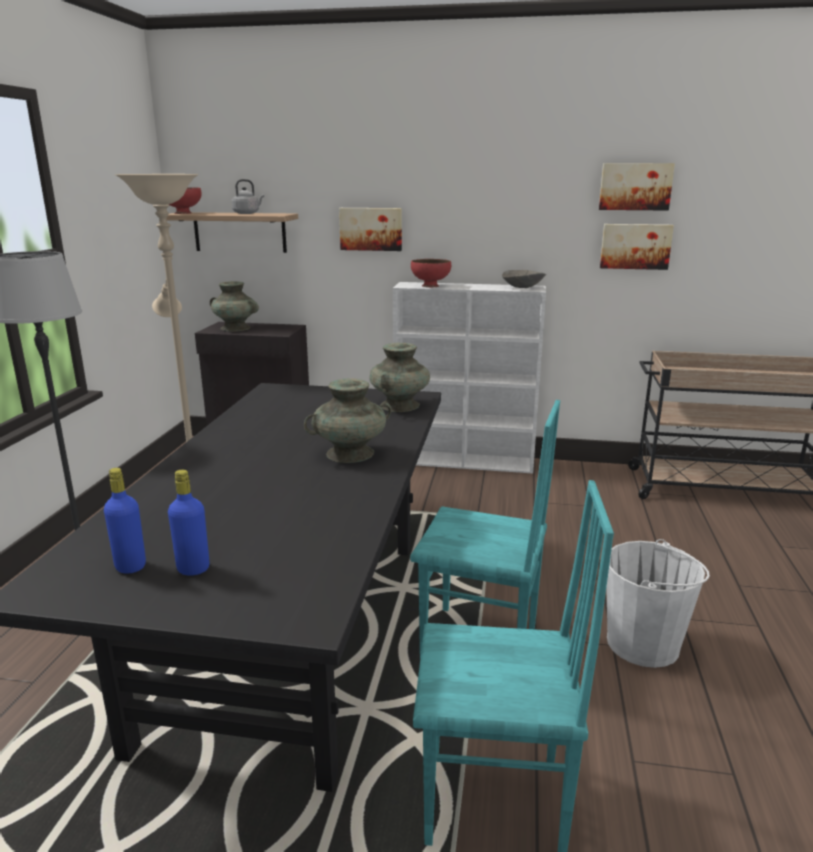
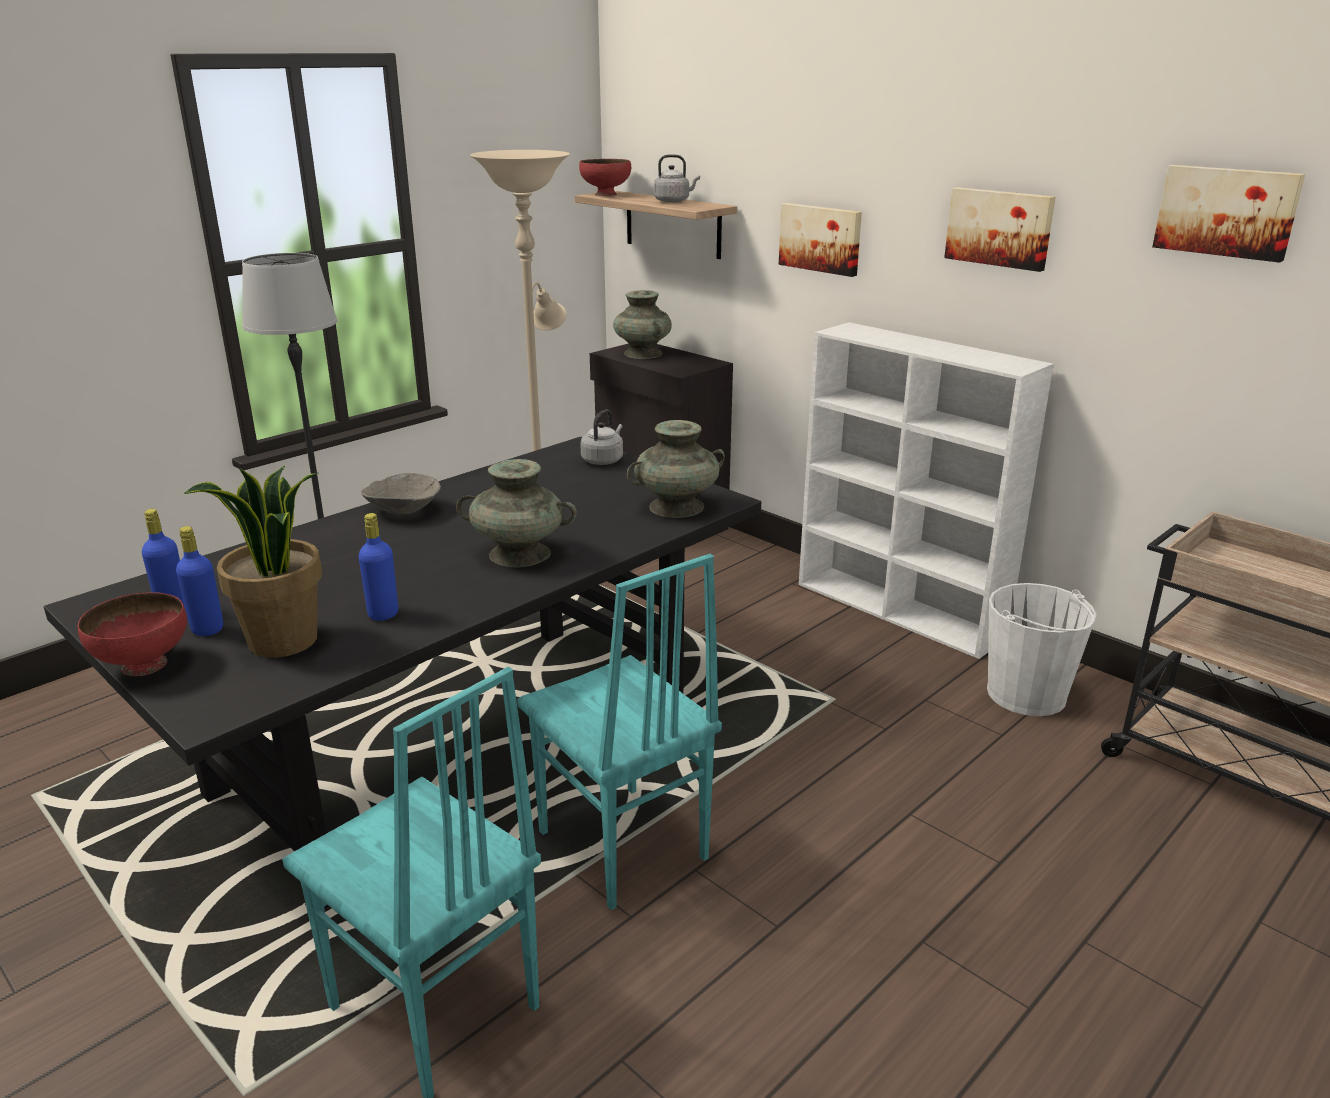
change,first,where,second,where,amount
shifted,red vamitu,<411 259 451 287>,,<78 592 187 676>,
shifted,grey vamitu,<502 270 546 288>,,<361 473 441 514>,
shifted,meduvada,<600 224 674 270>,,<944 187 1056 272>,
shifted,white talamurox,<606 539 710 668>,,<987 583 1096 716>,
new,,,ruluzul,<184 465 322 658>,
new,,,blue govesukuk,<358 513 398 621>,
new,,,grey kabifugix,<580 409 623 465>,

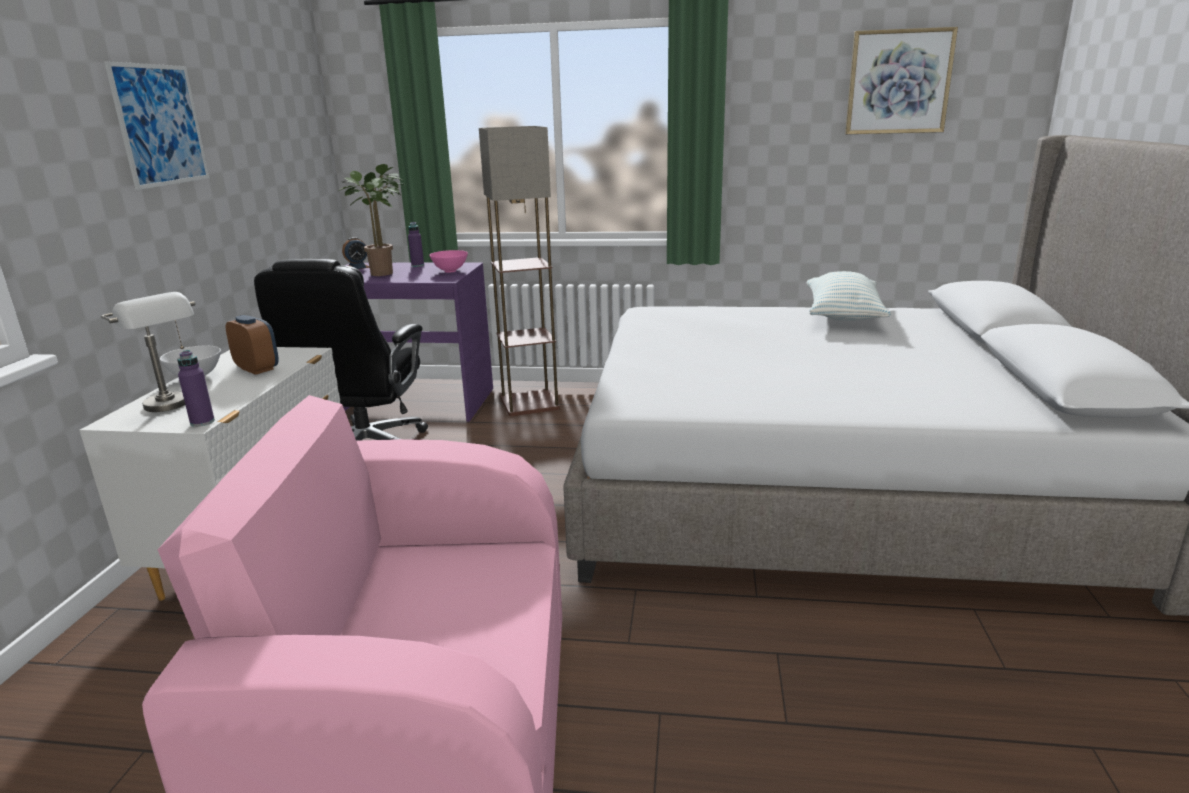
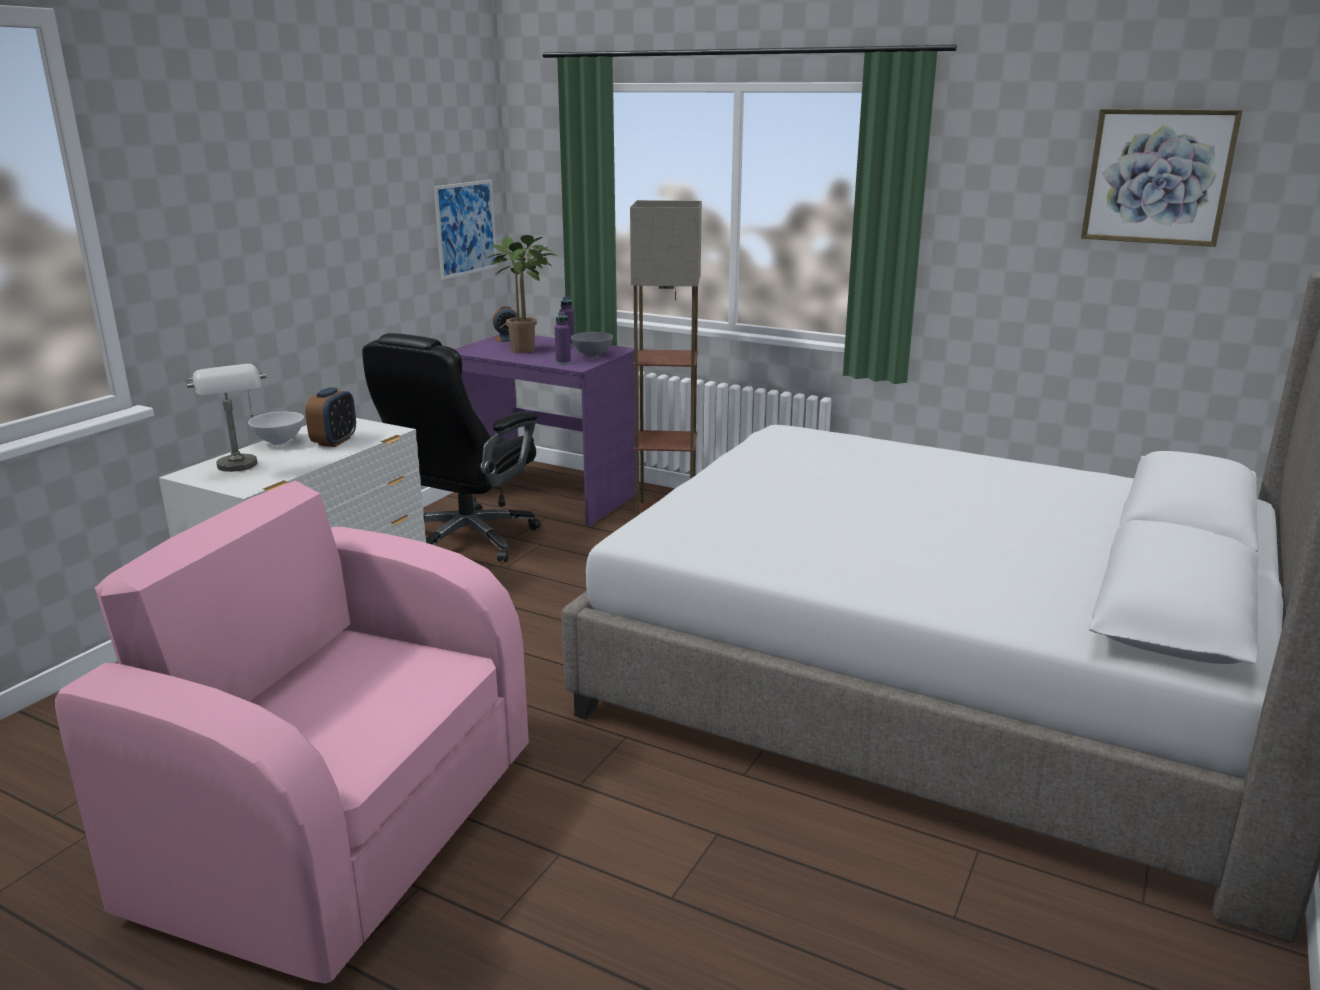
change,first,where,second,where,amount
shifted,meduvada,<104 61 209 190>,,<434 180 497 280>,
shifted,purple govesukuk,<177 350 215 427>,,<555 312 571 364>,
rotated,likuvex,<225 315 279 375>,,<305 387 356 447>,45 degrees clockwise
repainted,pink vamitu,<429 250 468 273>,grey vamitu,<571 332 613 358>,
gone,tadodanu,<807 271 891 321>,,,

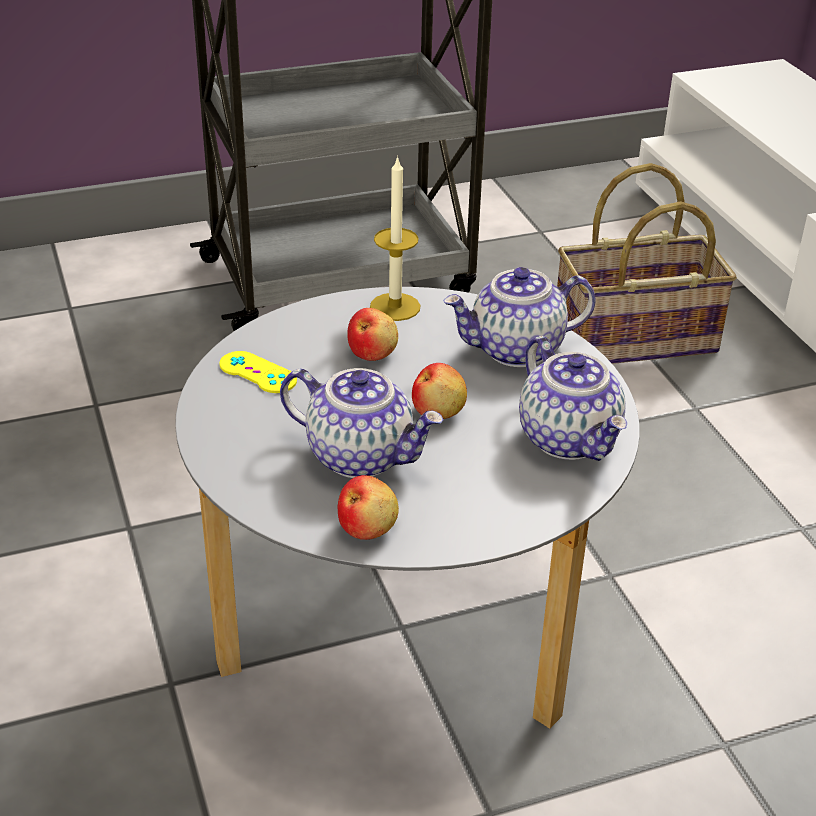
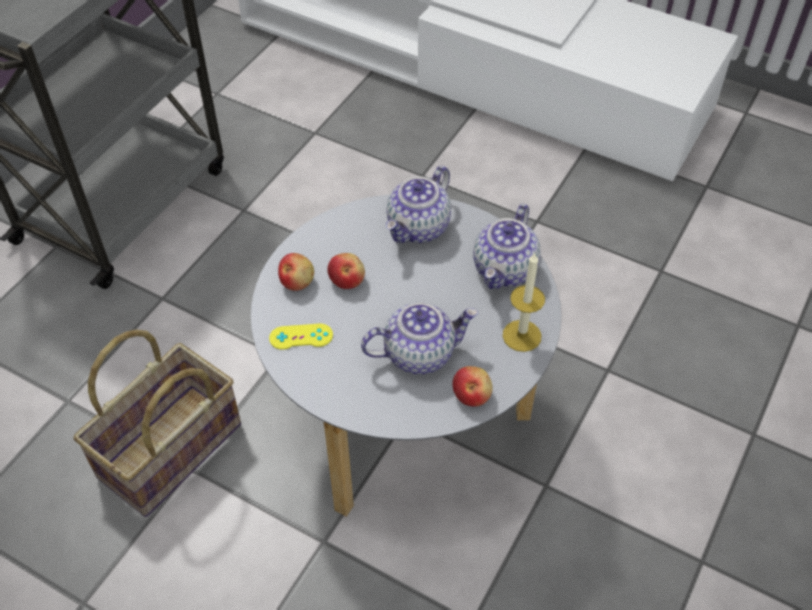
change,first,where,second,where,amount
shifted,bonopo,<370 155 421 321>,,<503 253 545 352>,
shifted,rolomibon,<412 363 467 419>,,<278 253 314 291>,
rotated,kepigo,<519 336 627 461>,,<473 204 541 289>,90 degrees clockwise
shifted,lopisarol,<557 163 737 364>,,<74 330 241 517>,

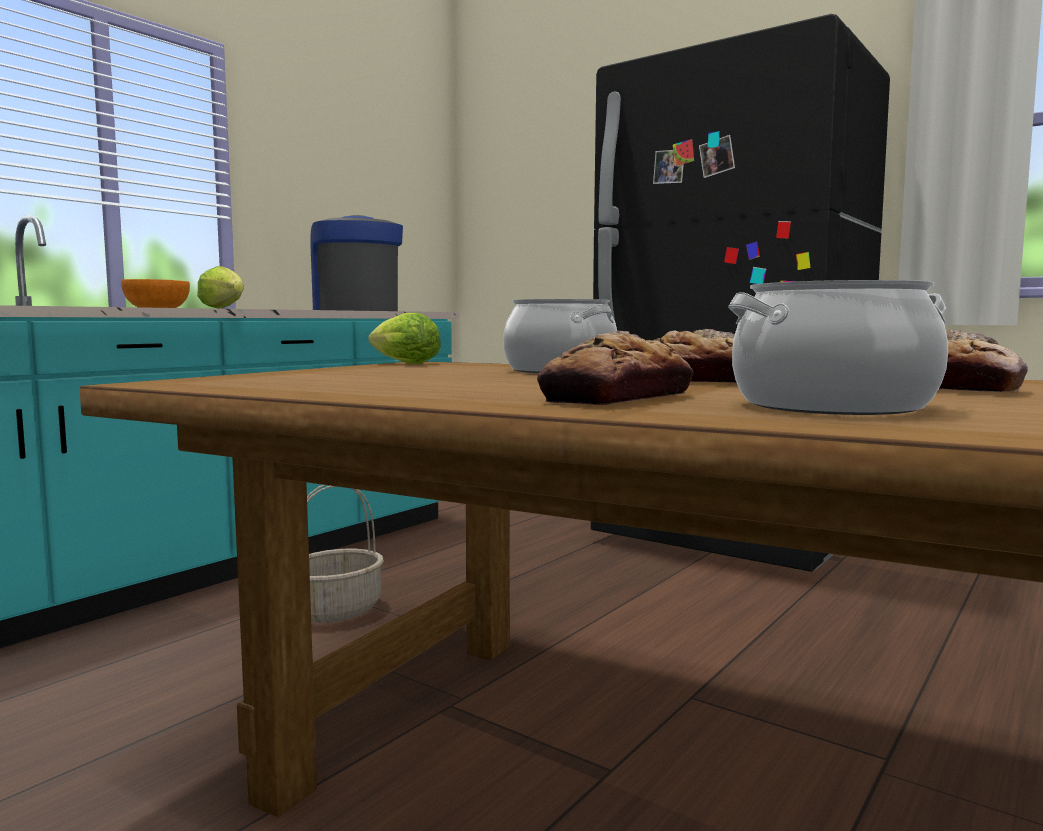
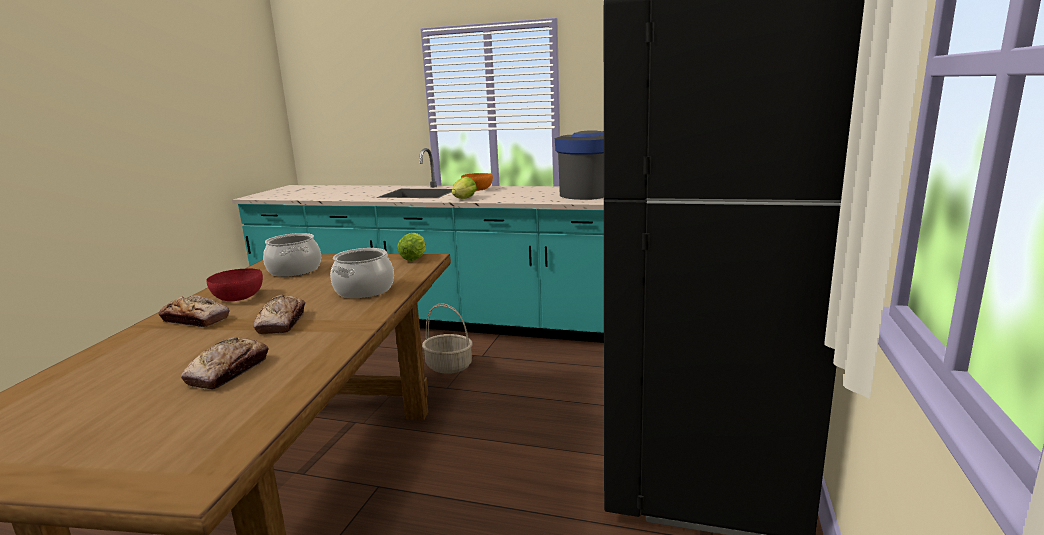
change,first,where,second,where,amount
shifted,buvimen,<728 280 948 415>,,<263 233 321 277>,
new,,,red vamitu,<206 268 263 301>,

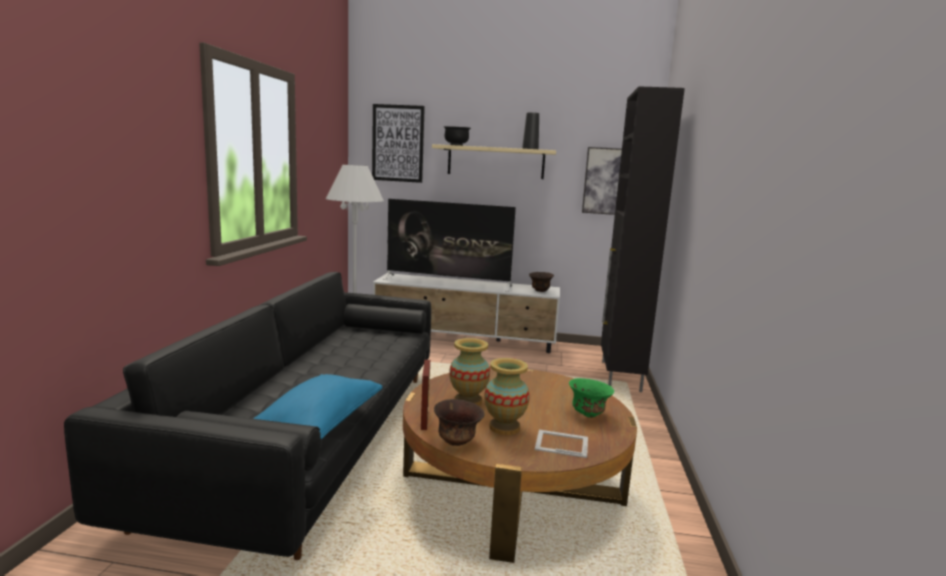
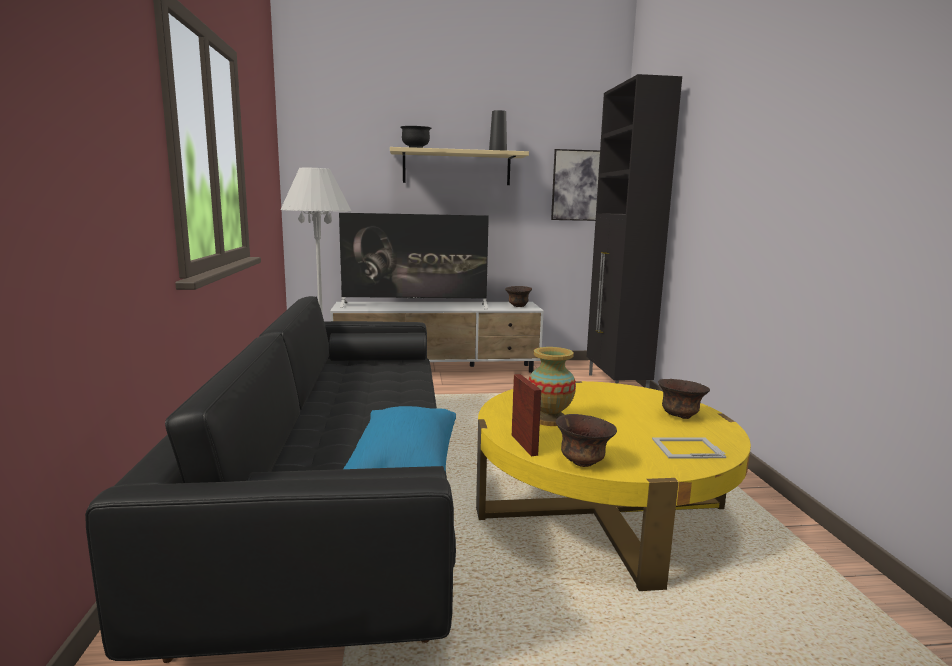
change,first,where,second,where,amount
gone,meduvada,<372 104 425 183>,,,
repainted,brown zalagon,<403 368 637 563>,yellow zalagon,<476 381 751 591>,
gone,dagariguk,<485 358 530 435>,,,
repainted,green vamitu,<569 378 614 418>,brown vamitu,<658 379 710 419>,

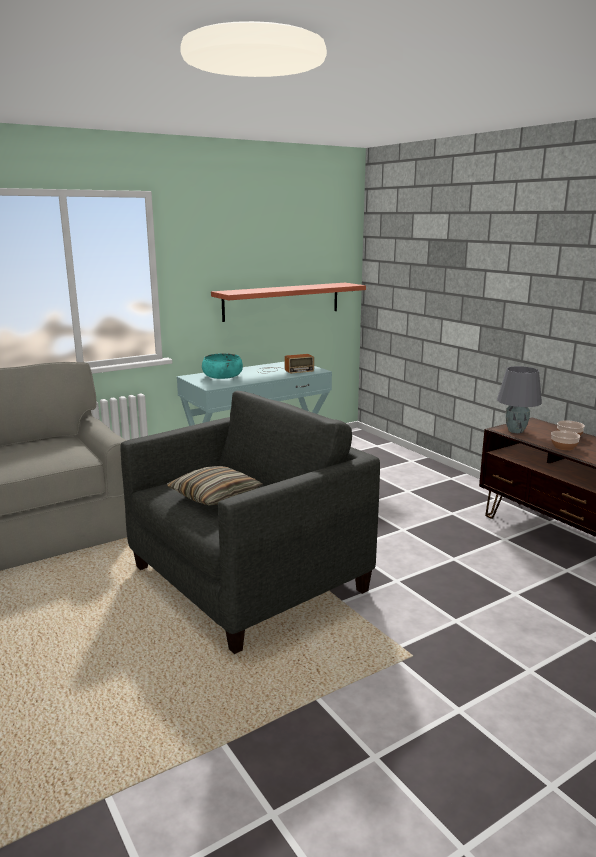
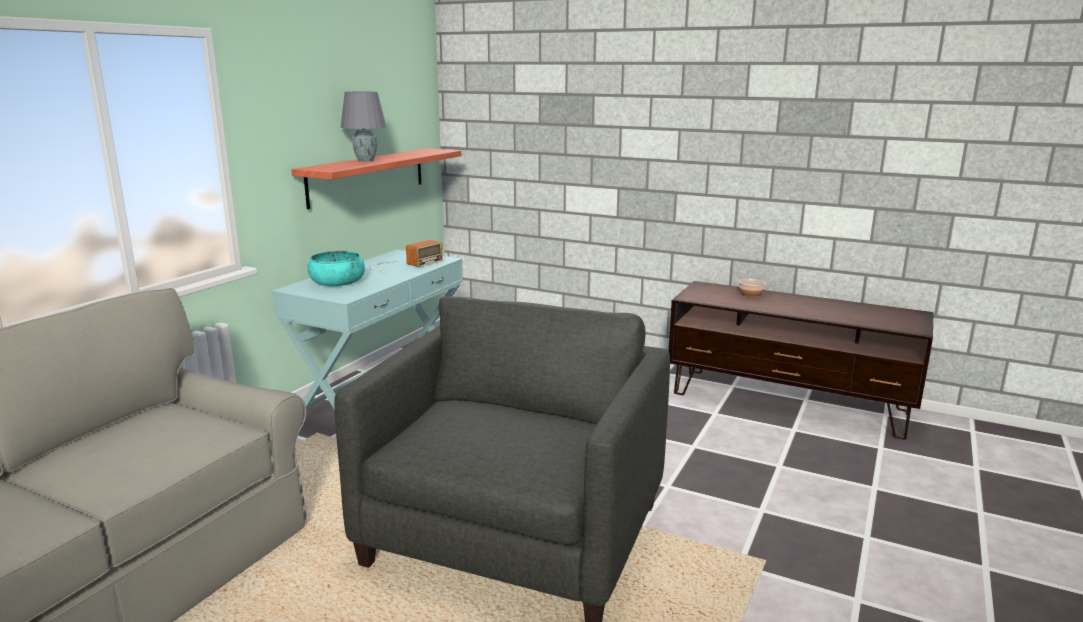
change,first,where,second,where,amount
gone,tadodanu,<167 466 263 506>,,,
shifted,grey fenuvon,<497 366 542 433>,,<341 91 386 162>,
gone,vamitu,<551 430 580 450>,,,

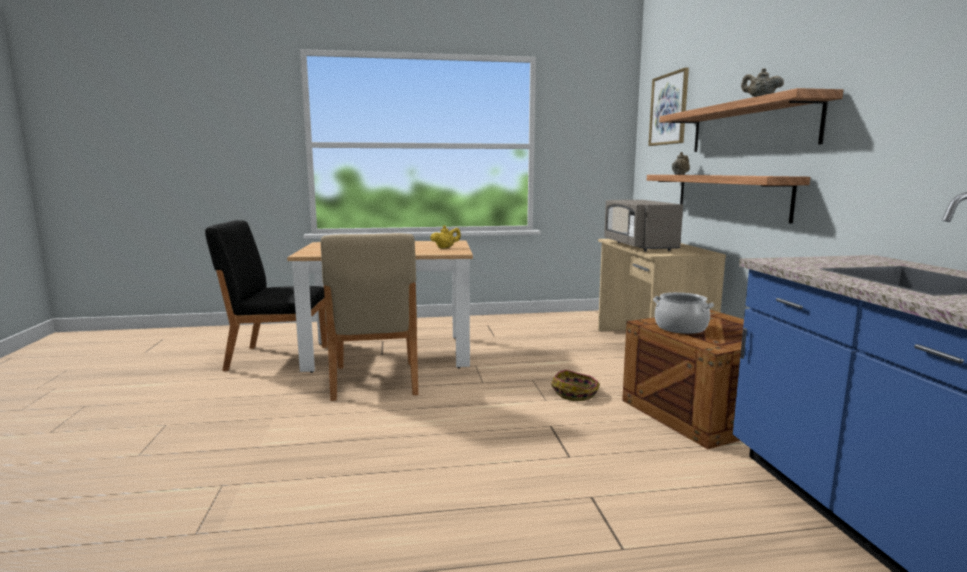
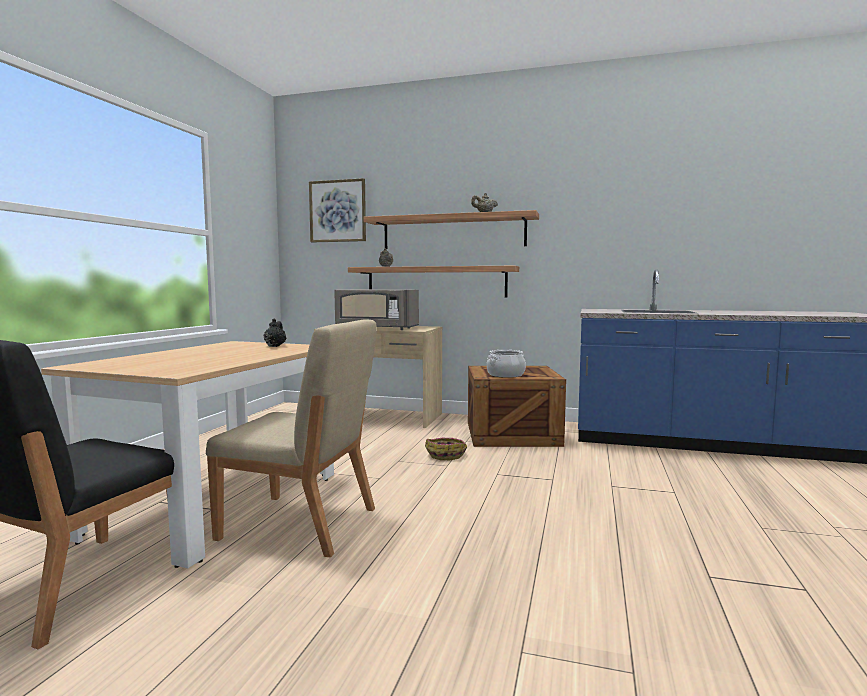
change,first,where,second,where,amount
repainted,yellow kepigo,<430 225 461 249>,black kepigo,<264 318 287 347>,

